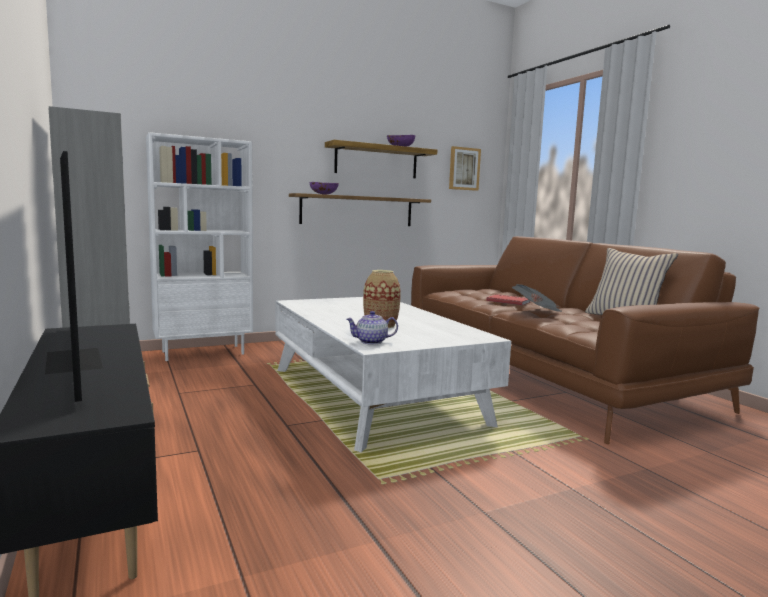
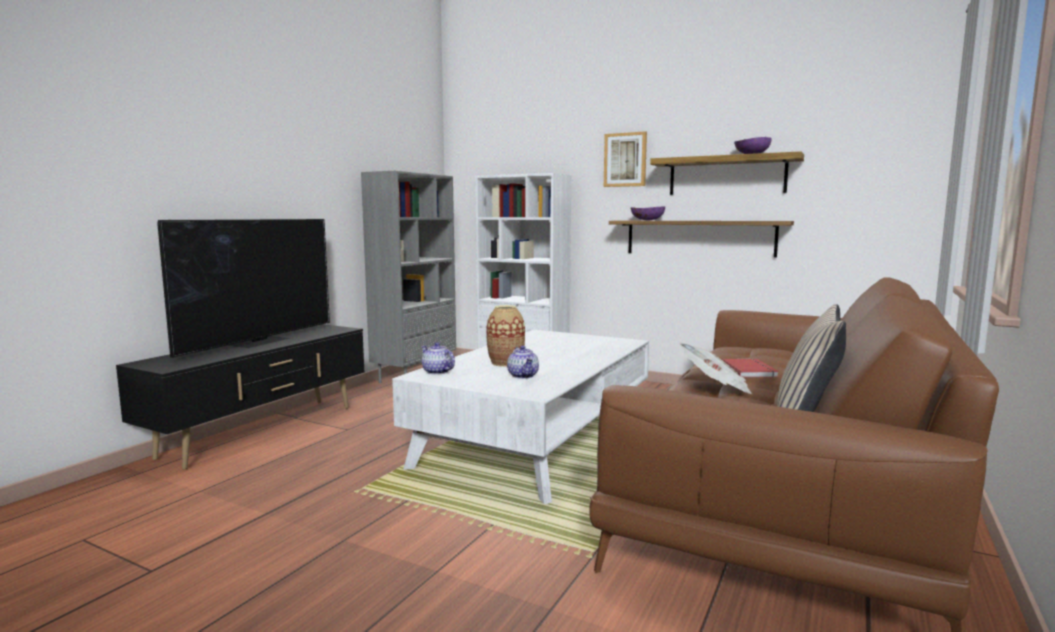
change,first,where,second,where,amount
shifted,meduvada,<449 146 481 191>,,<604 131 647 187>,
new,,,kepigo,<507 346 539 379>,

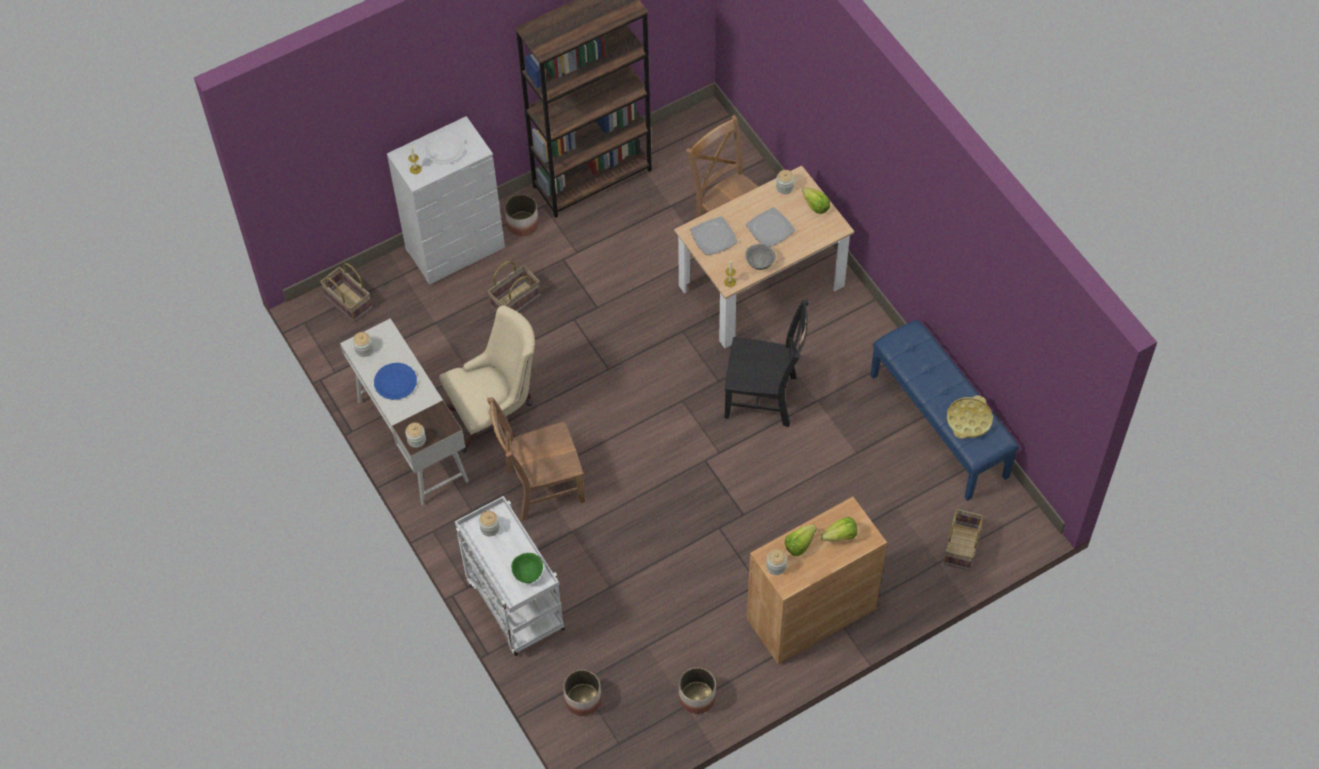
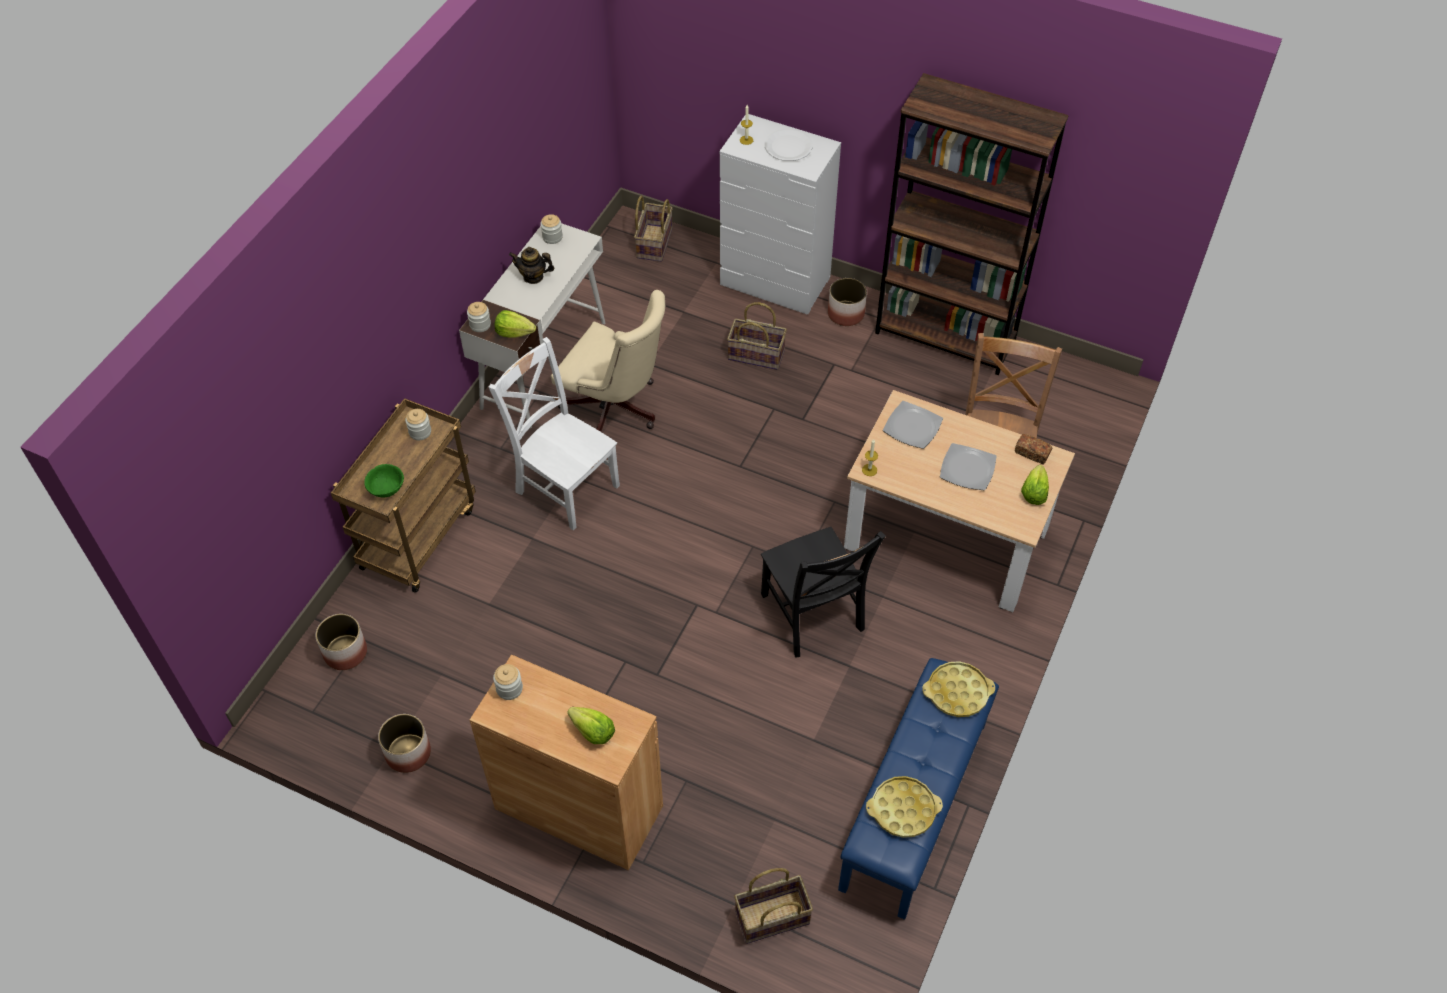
change,first,where,second,where,amount
swapped,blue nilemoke,<374 363 417 400>,kepigo,<509 247 555 284>,
repainted,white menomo,<455 496 565 656>,brown menomo,<331 398 476 593>,
repainted,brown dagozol,<487 397 585 521>,white dagozol,<489 337 620 530>,
gone,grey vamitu,<745 244 775 270>,,,
swapped,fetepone,<776 170 794 194>,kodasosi,<1015 434 1052 464>,
shifted,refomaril,<785 525 817 556>,,<494 310 536 338>,
new,,,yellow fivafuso,<922 661 995 717>,

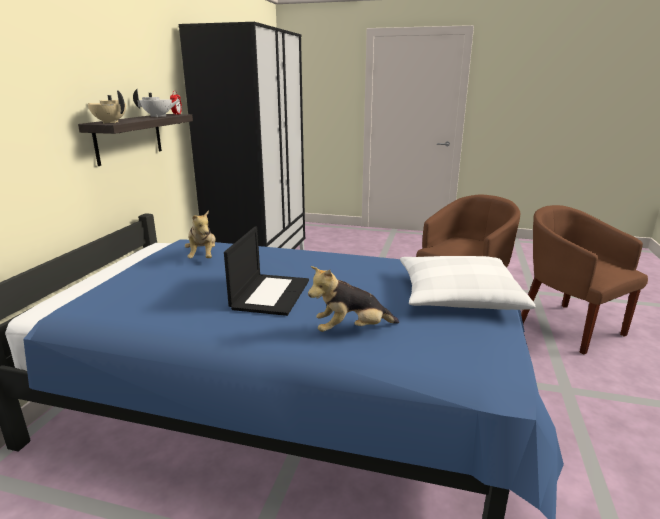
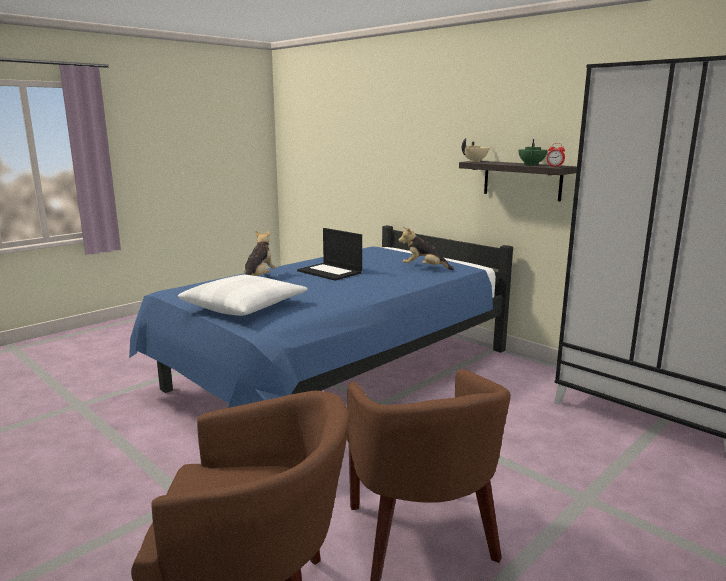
change,first,where,second,where,amount
repainted,white kepigo,<133 89 180 117>,green kepigo,<519 139 548 165>,

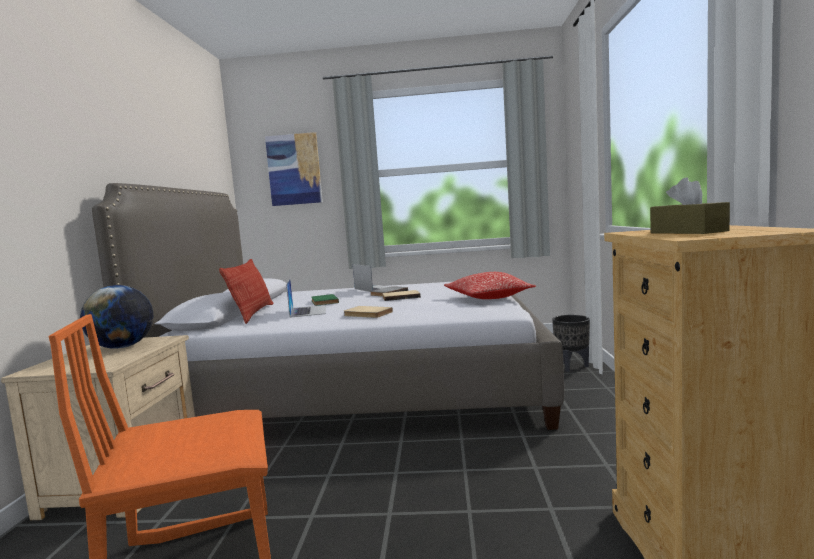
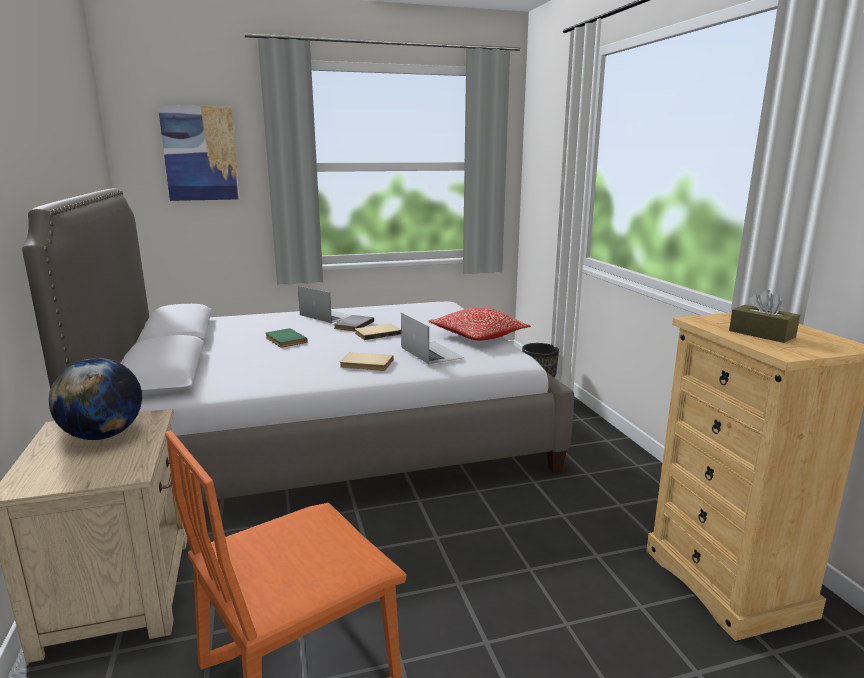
change,first,where,second,where,amount
gone,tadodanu,<219 259 274 324>,,,
shifted,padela,<286 279 326 318>,,<401 313 464 365>,

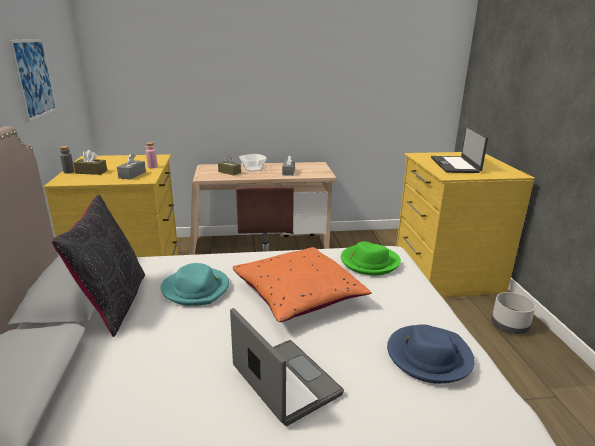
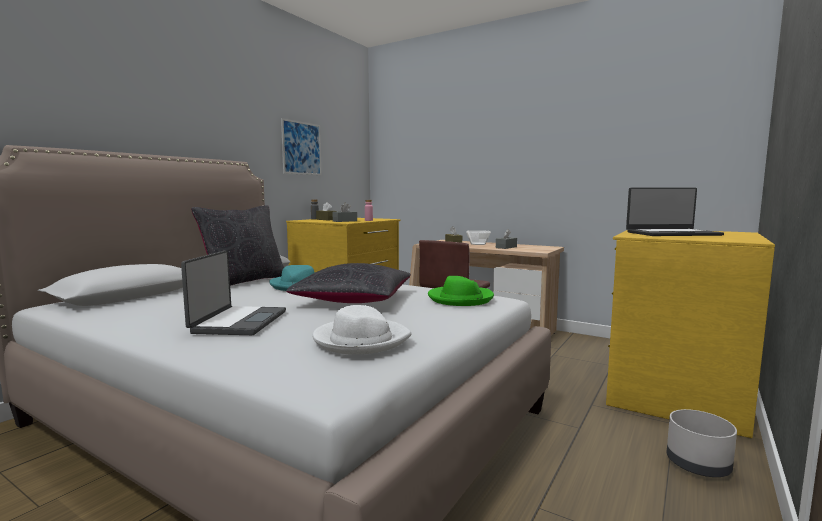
change,first,where,second,where,amount
repainted,orange tadodanu,<233 247 372 322>,black tadodanu,<286 263 411 303>,
repainted,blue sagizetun,<387 324 474 384>,white sagizetun,<312 305 411 355>,
rotated,padela,<431 126 488 173>,,<626 187 724 236>,135 degrees counterclockwise

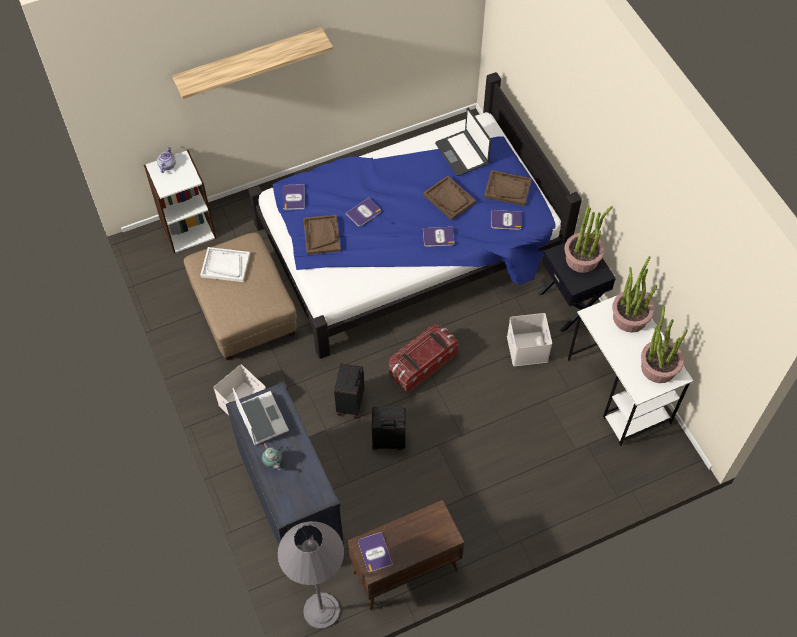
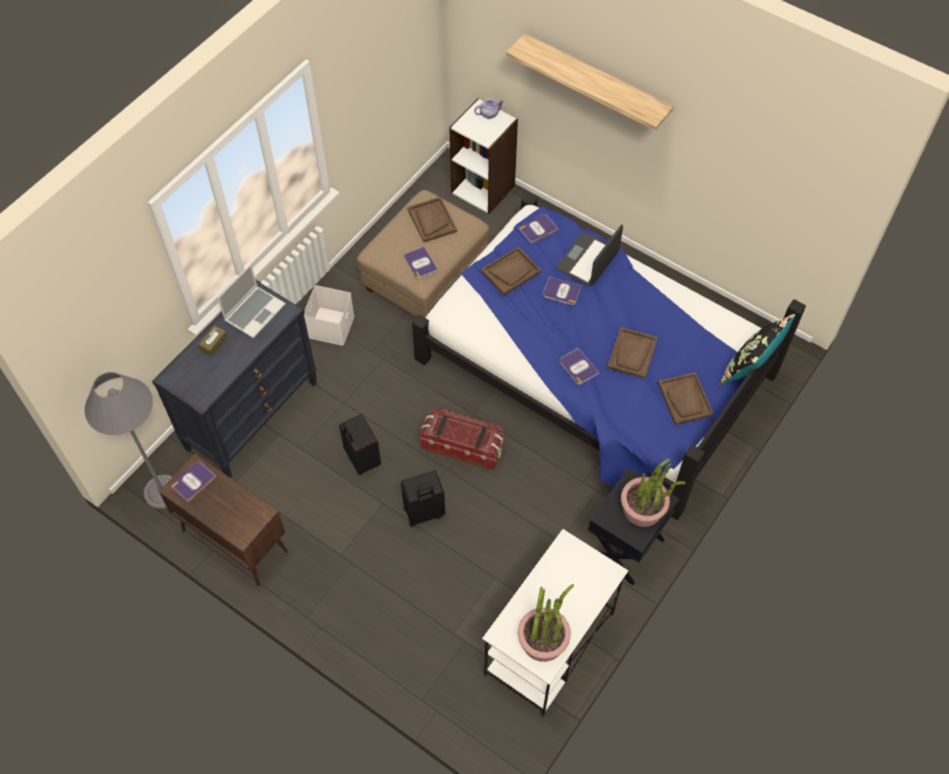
change,first,where,second,where,amount
repainted,white fivafuso,<200 247 250 282>,brown fivafuso,<407 197 457 242>,
swapped,kepigo,<262 443 282 470>,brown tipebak,<198 325 228 356>,
shifted,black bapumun,<334 363 364 418>,,<401 470 445 527>,
shifted,padela,<435 108 491 176>,,<556 224 623 286>,
shifted,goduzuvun,<491 210 521 230>,,<404 246 438 278>,
gone,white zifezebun,<507 313 552 366>,,,
gone,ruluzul,<612 256 657 333>,,,
new,,,black tadodanu,<719 314 795 385>,

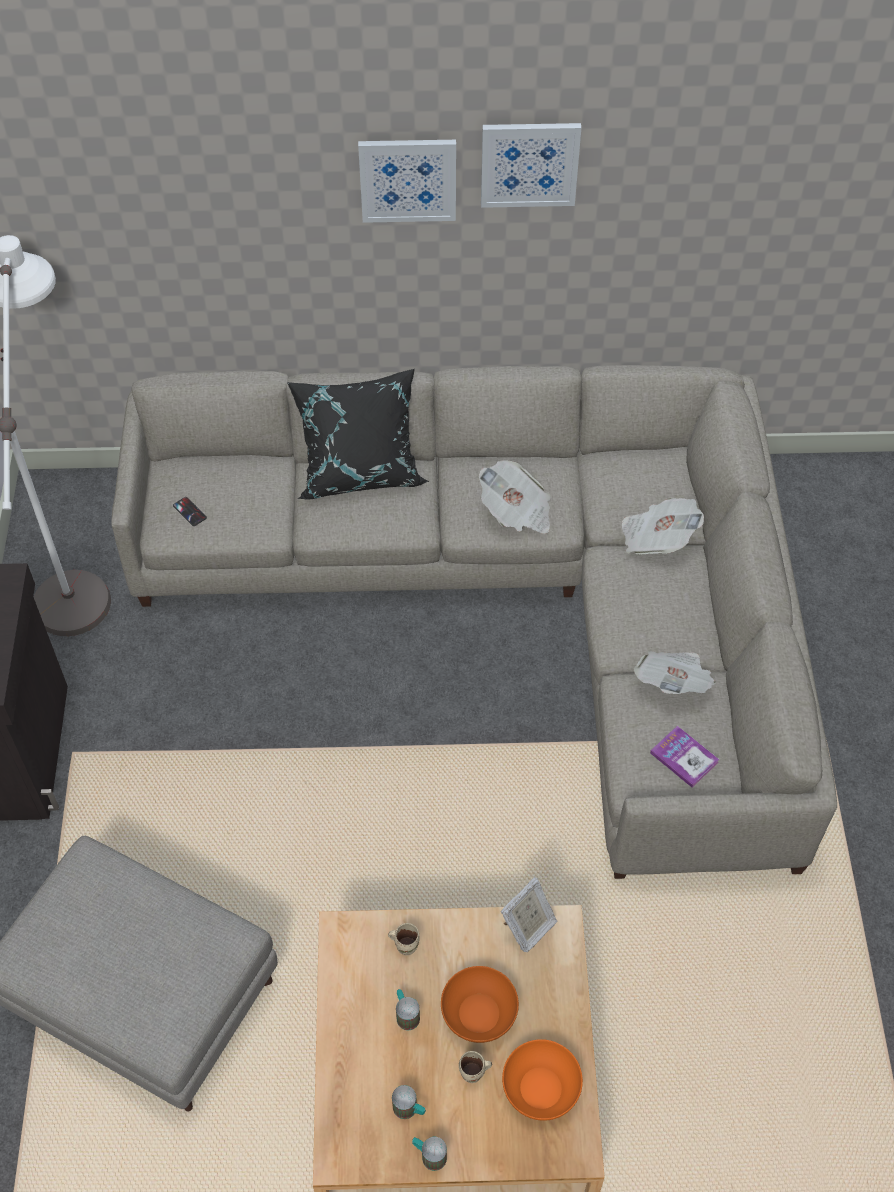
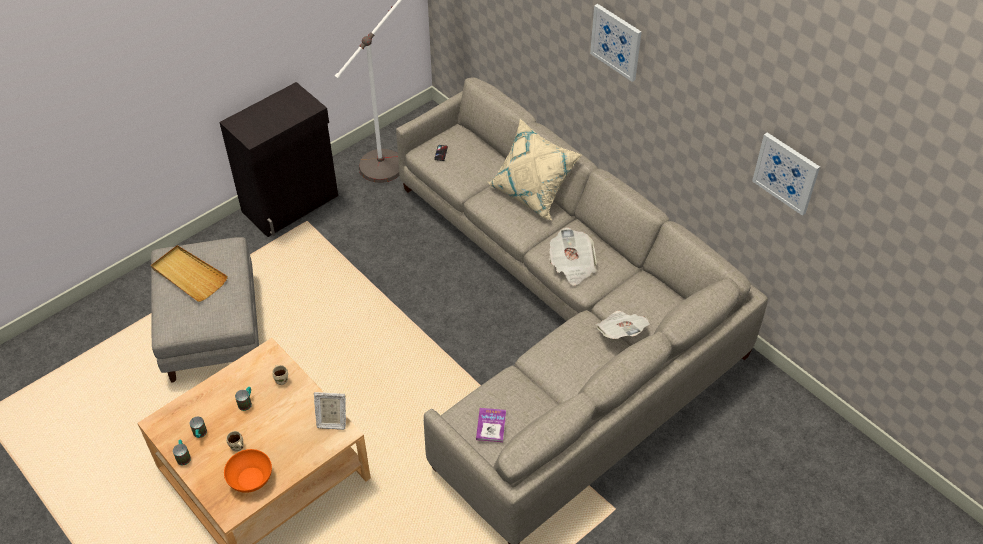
change,first,where,second,where,amount
repainted,black tadodanu,<287 369 429 500>,beige tadodanu,<488 119 582 221>,
gone,orange vamitu,<441 966 519 1043>,,,
shifted,meduvada,<481 123 581 208>,,<752 133 820 216>,
gone,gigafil,<634 651 716 694>,,,
new,,,beige fivafuso,<151 245 228 302>,

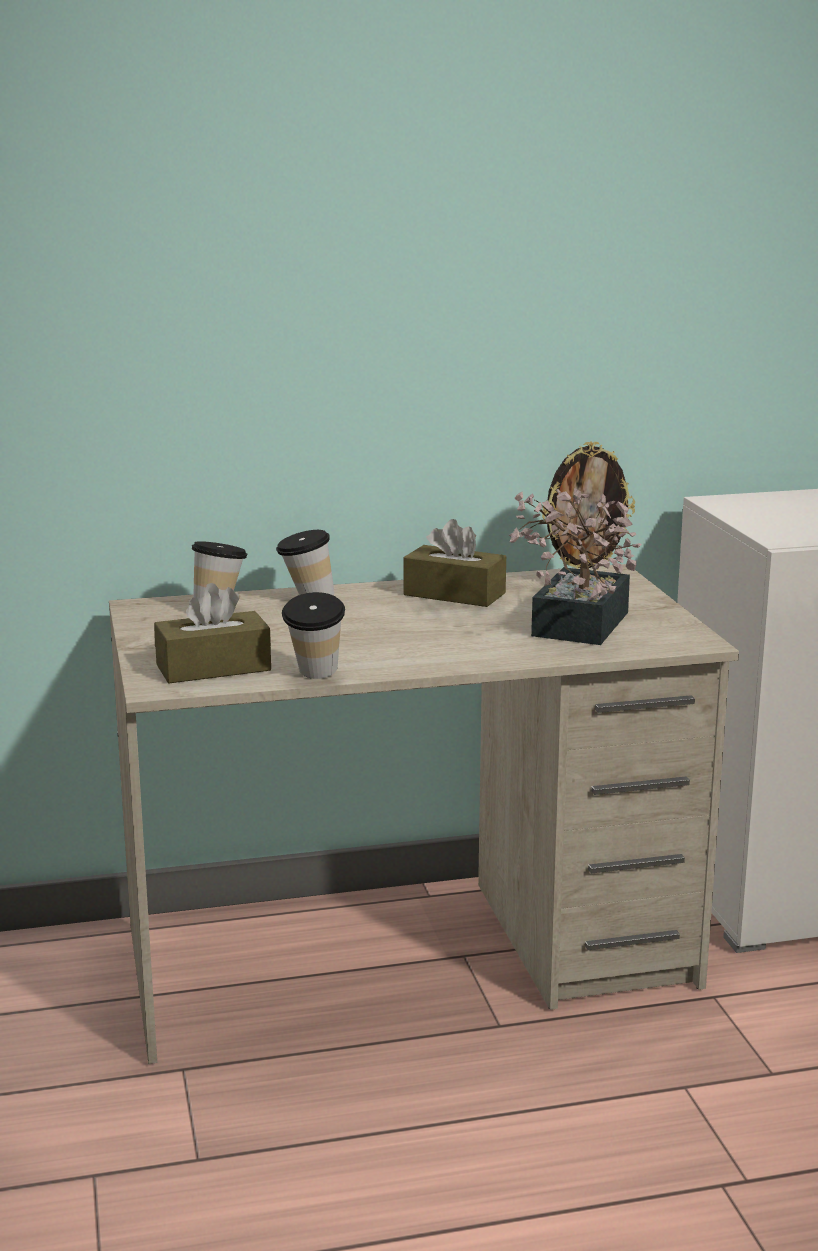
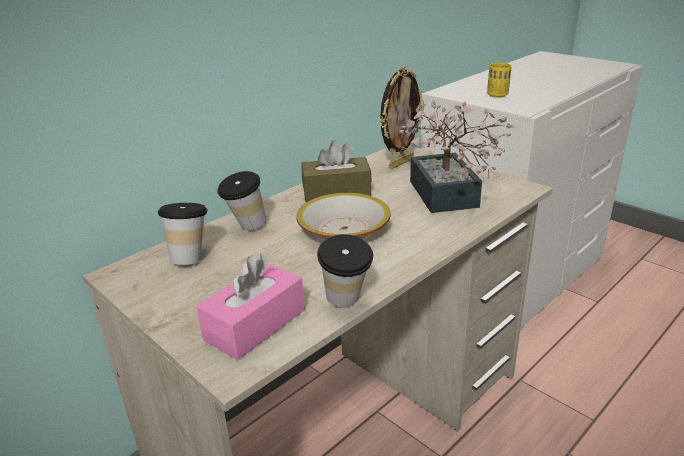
change,first,where,second,where,amount
repainted,brown tipebak,<154 583 271 683>,pink tipebak,<196 254 305 360>,
new,,,vamitu,<296 193 391 240>,
new,,,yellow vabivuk,<487 63 512 98>,

